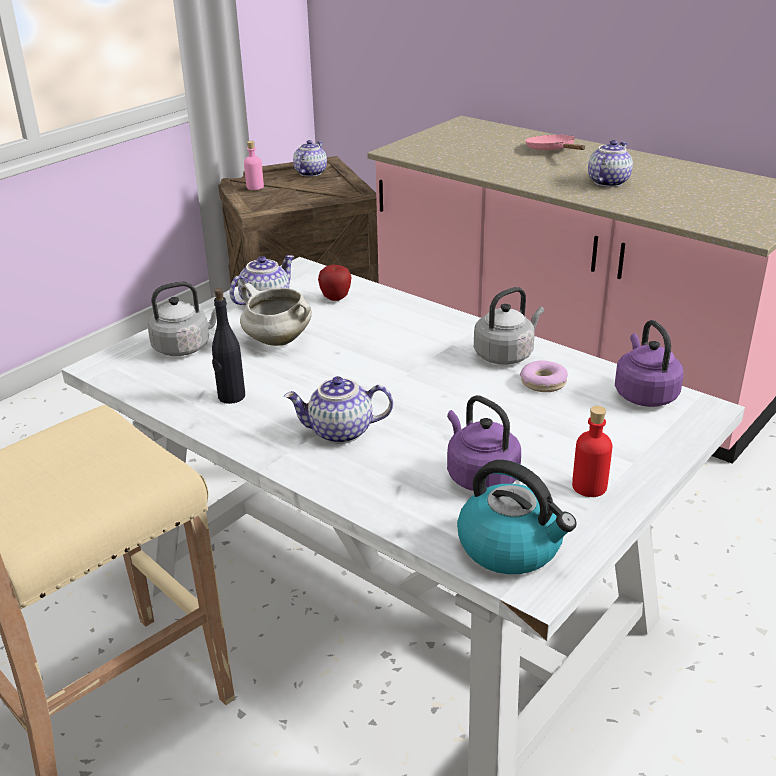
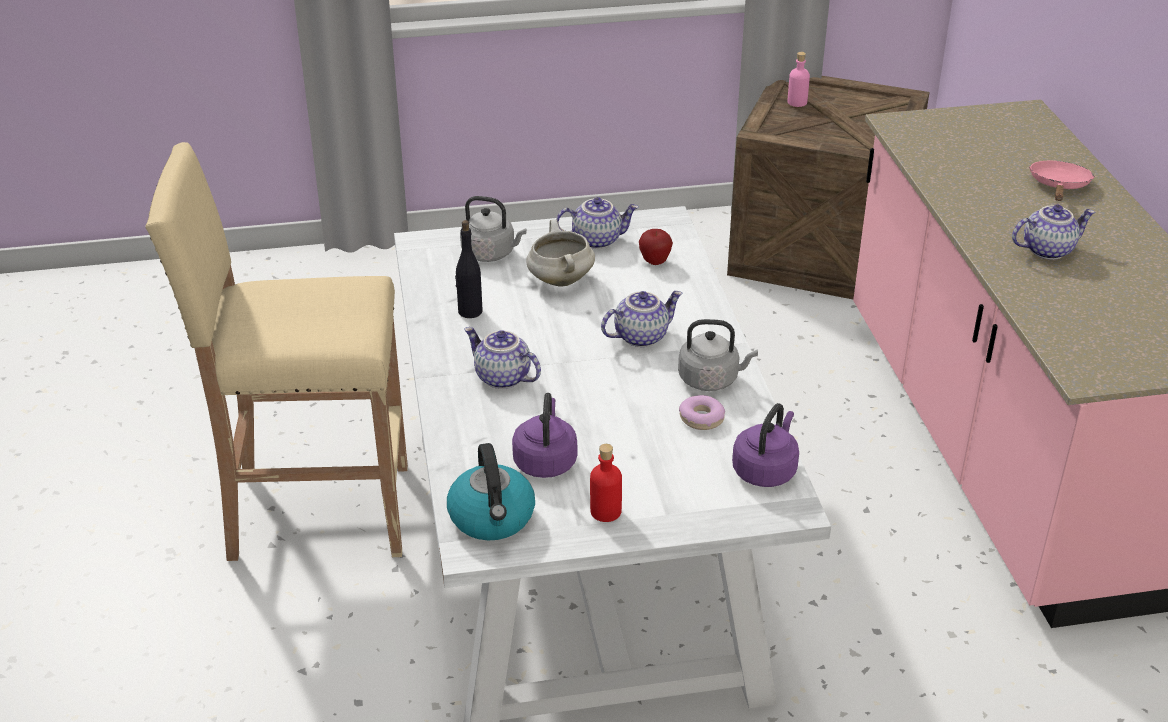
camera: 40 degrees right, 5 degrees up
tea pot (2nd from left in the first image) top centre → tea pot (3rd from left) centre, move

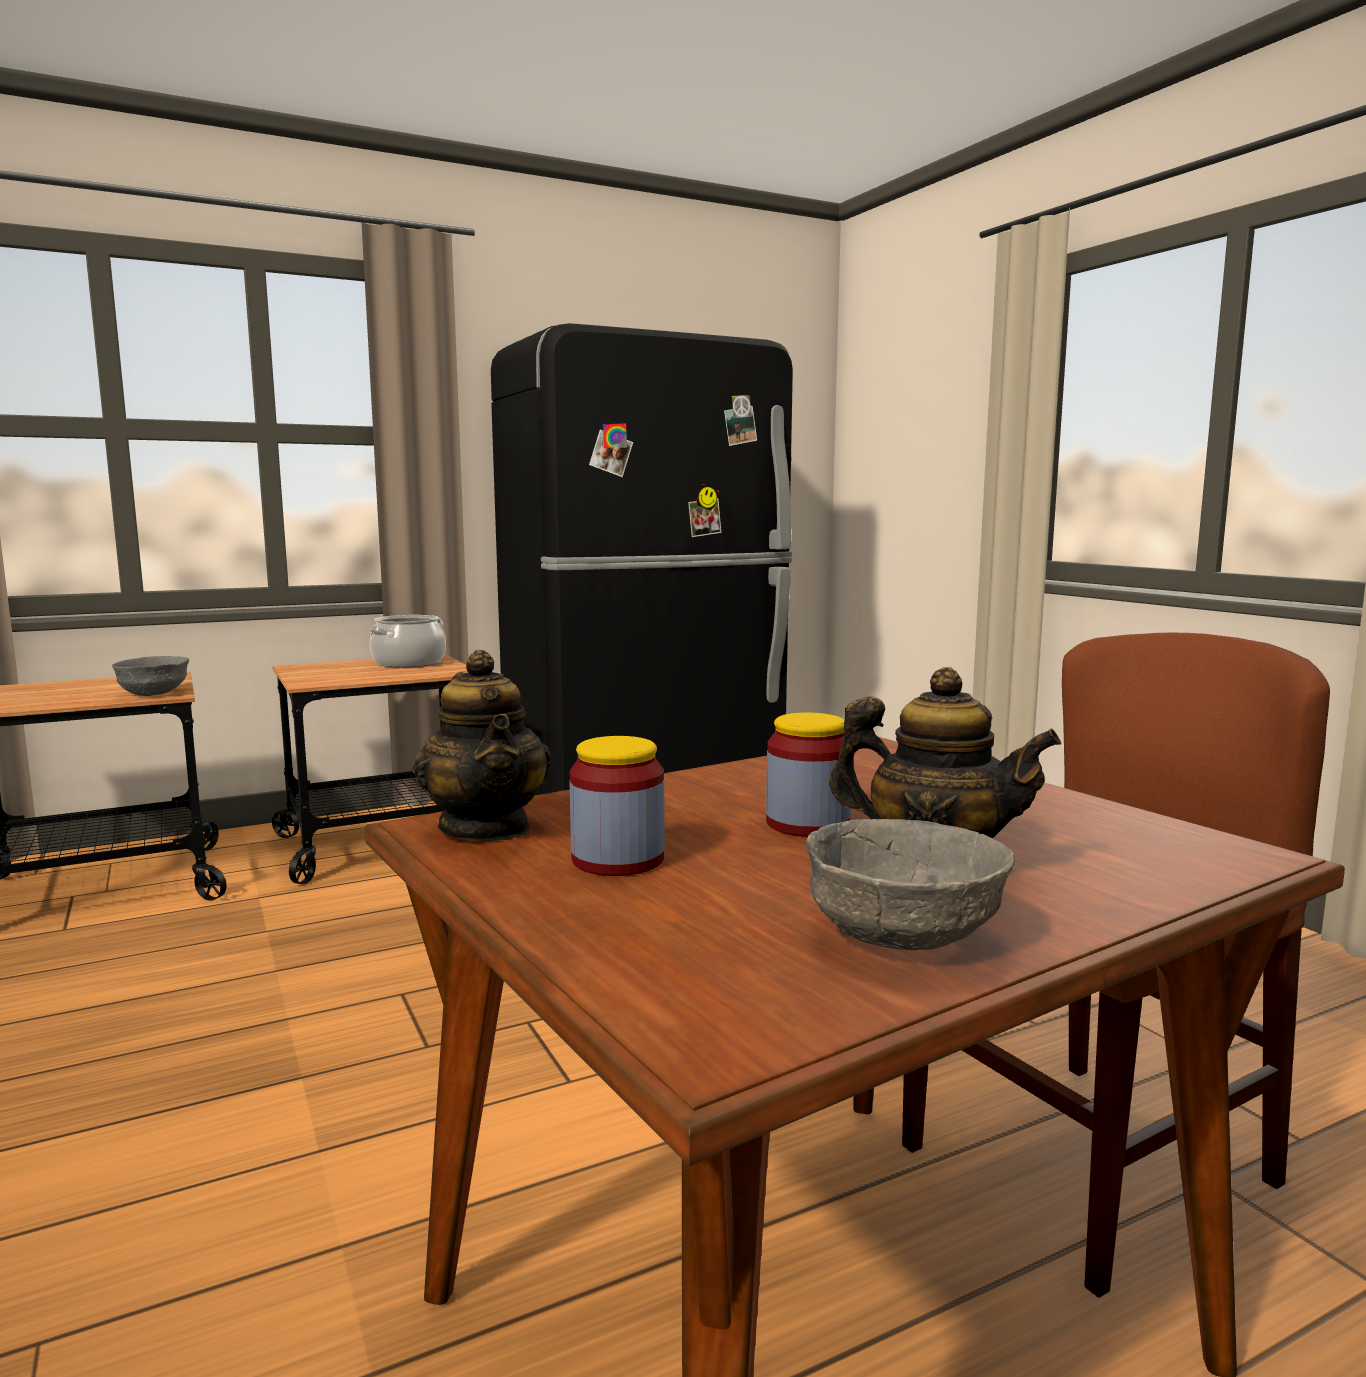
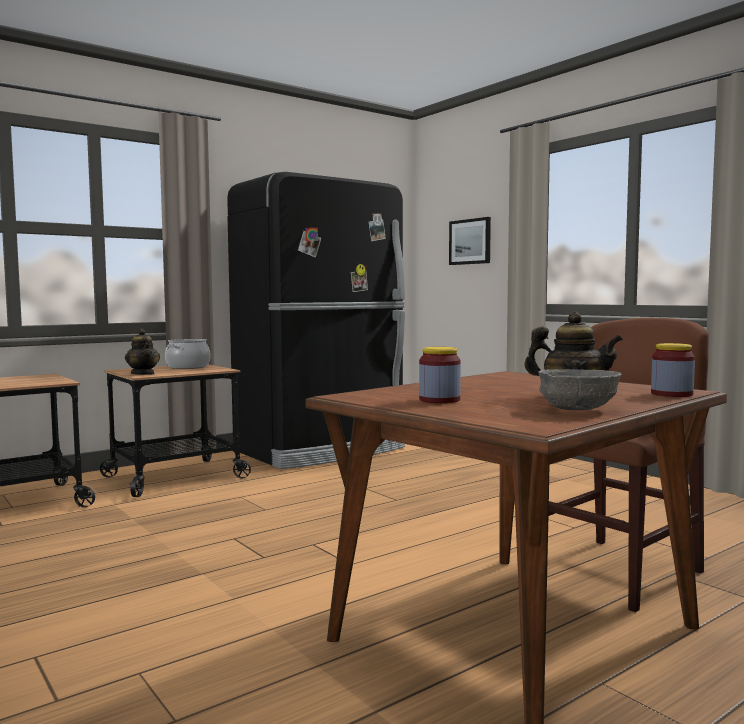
camera: 10 degrees left, 5 degrees down
serving bowl (grey) (1st from left) middle left → -
tea pot (1st from left) centre → tea pot (1st from left) middle left, move
storage jar (2nd from left) centre → storage jar (2nd from left) middle right, move
- → wall art top centre

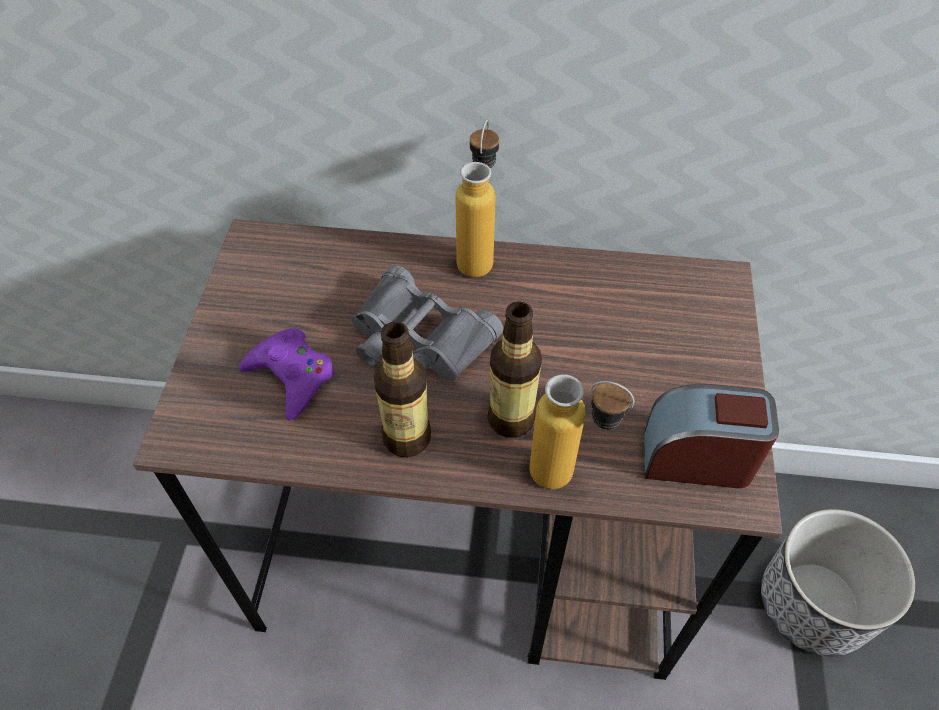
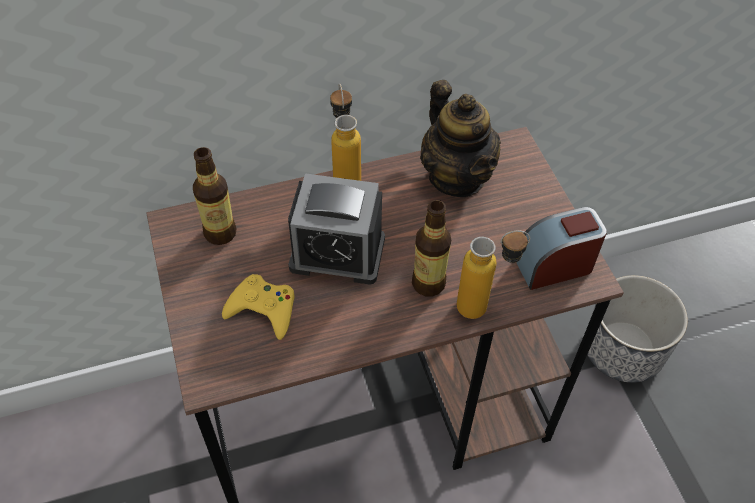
camera: 25 degrees left, 0 degrees up
joypad (purple-coloured) middle left → joypad (yellow) centre
pair of binoculars (grey) centre → table clock (1st from left) centre
drink bottle (1st from left) centre → drink bottle (1st from left) middle left, move
- → tea pot top centre

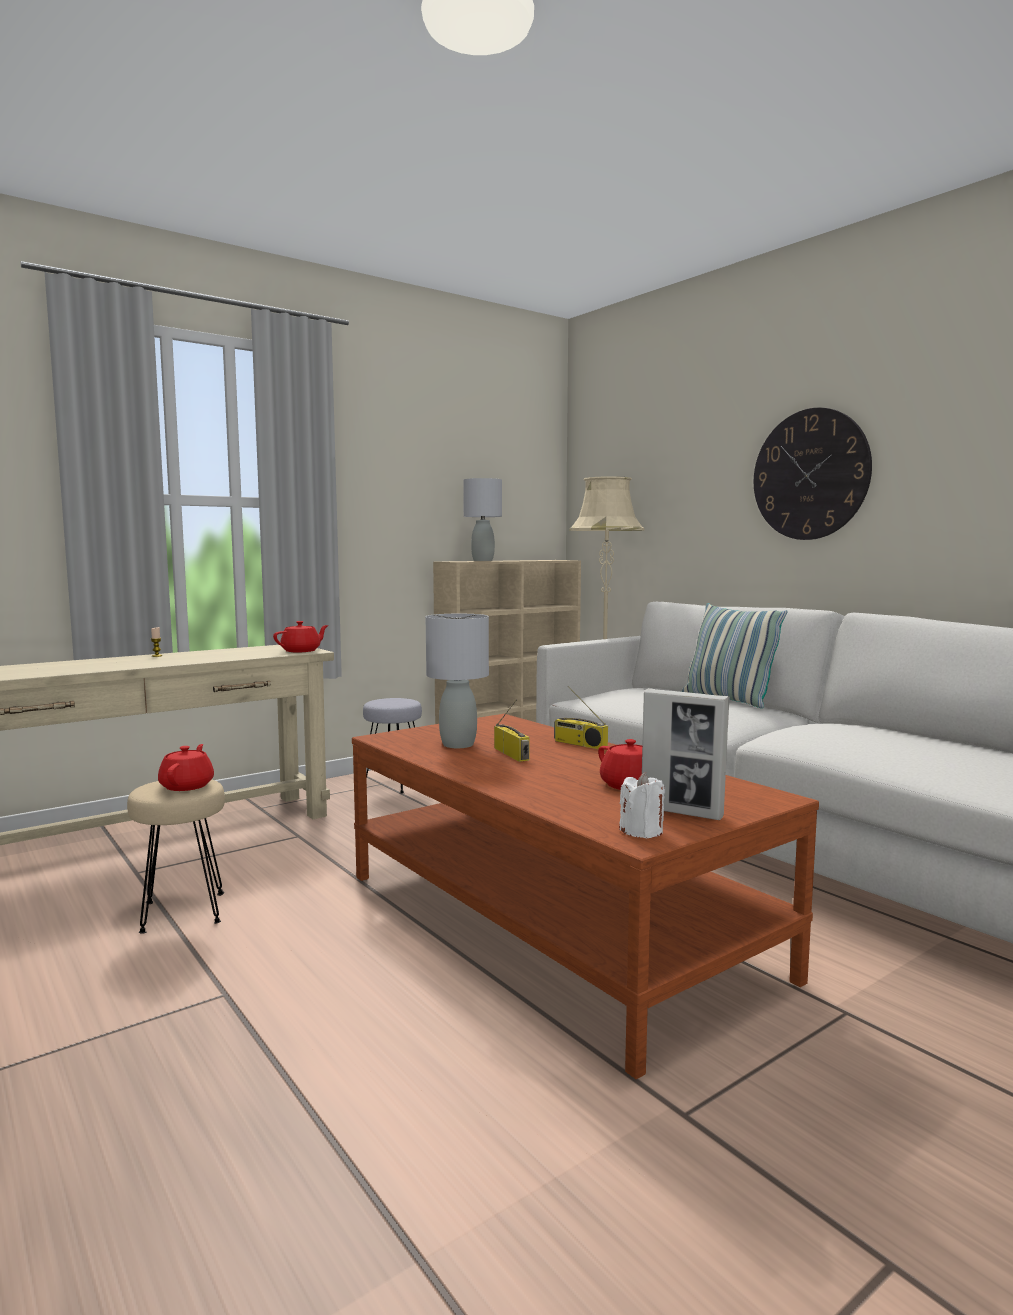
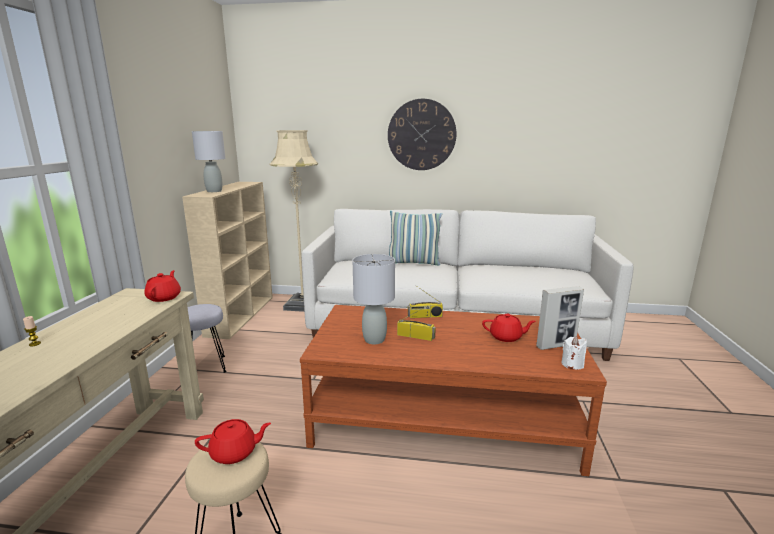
camera: 45 degrees left, 10 degrees up
tea pot (red) (1st from left in the first image) middle left → tea pot (red) (2nd from left) bottom left, 120 degrees clockwise

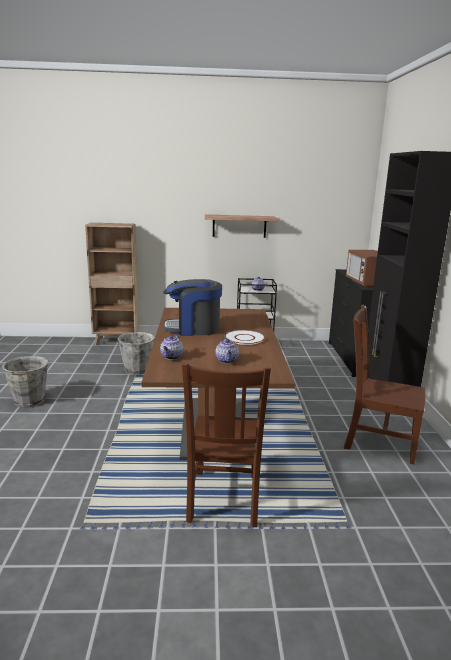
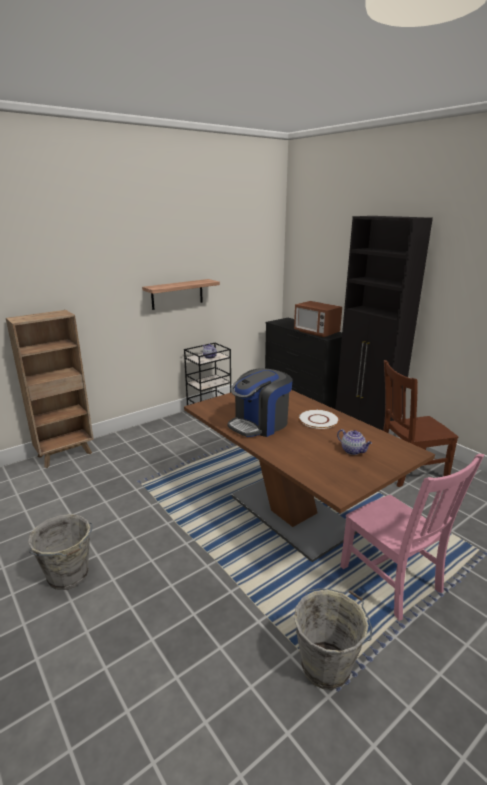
camera: 35 degrees left, 5 degrees up
bucket (grey) (2nd from left) middle left → bucket (grey) (2nd from left) bottom right, move
tea pot (1st from left) centre → -
plain chair (brown-coloured) (1st from left) bottom centre → plain chair (pink) bottom right

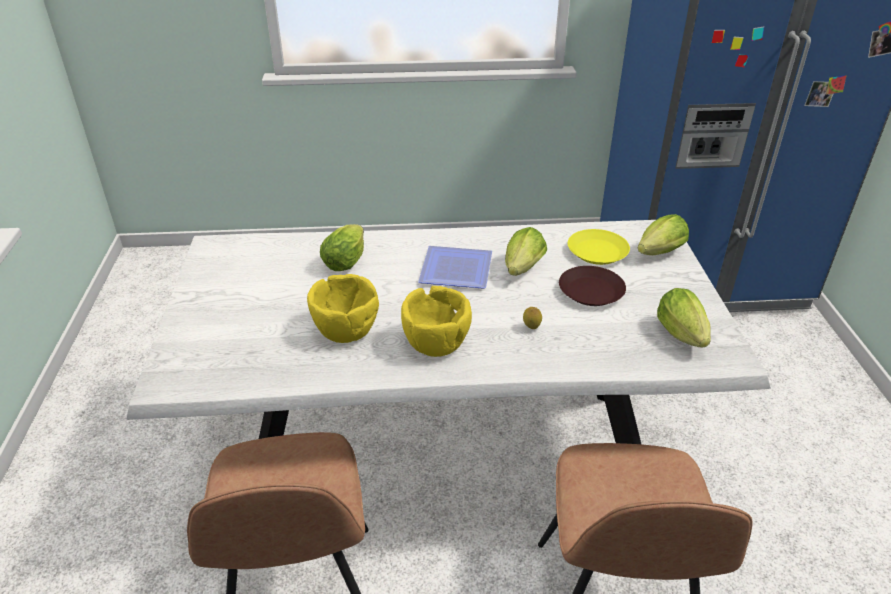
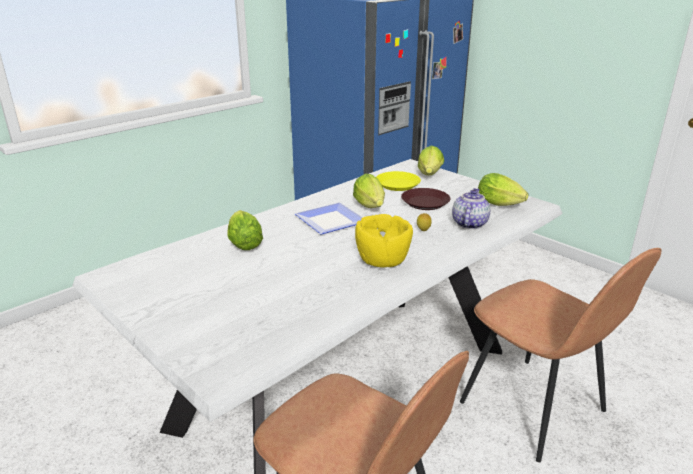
camera: 40 degrees left, 10 degrees down
serving bowl (yellow) (1st from left) centre → -
- → tea pot middle right

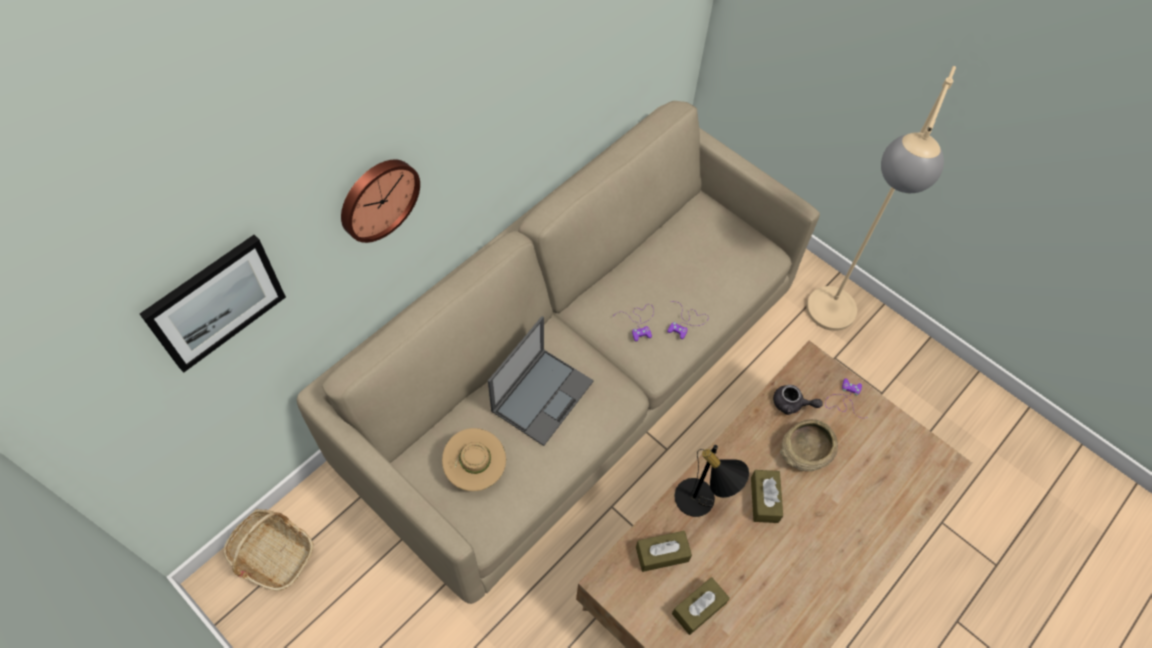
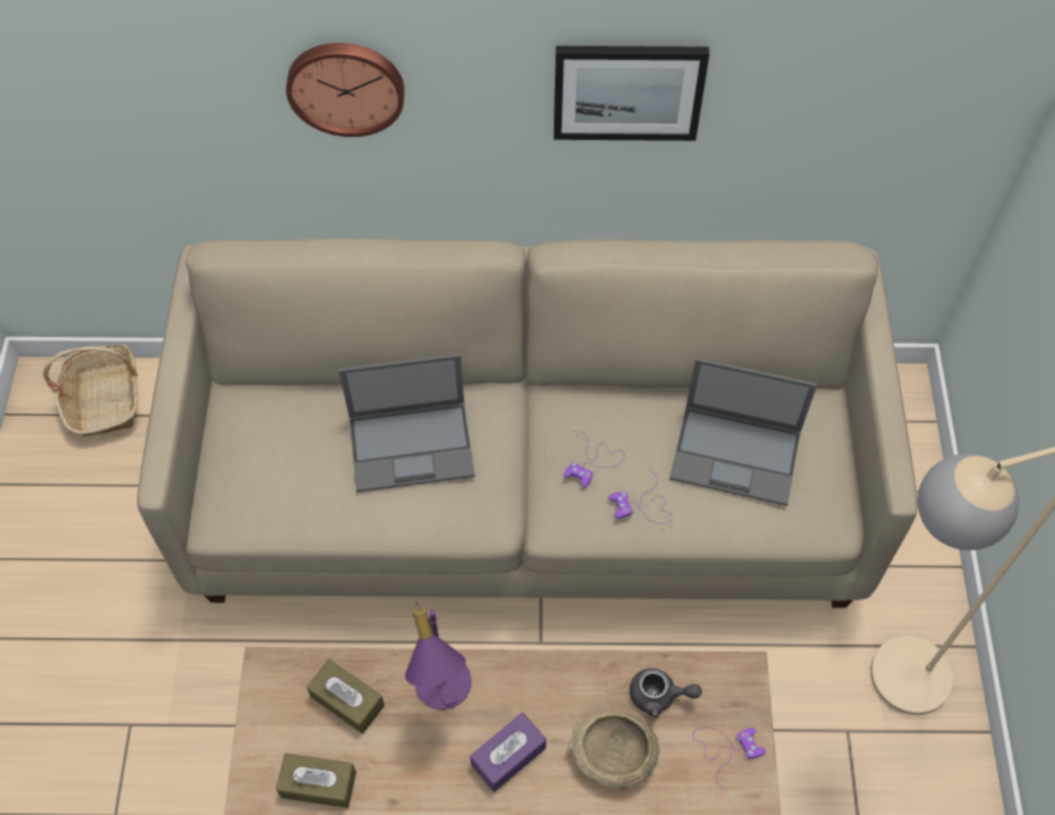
camera: 50 degrees right, 0 degrees up
wall art middle left → wall art top centre, move
hat (beige-coloured) bottom centre → -
tabletop lamp (black-coloured) bottom centre → tabletop lamp (purple-coloured) bottom centre
tissue box (brown-coloured) (3rd from left) bottom centre → tissue box (purple-coloured) bottom centre
tea pot (grey) middle right → tea pot (grey) bottom centre, 60 degrees counterclockwise
- → portable computer (2nd from left) middle right

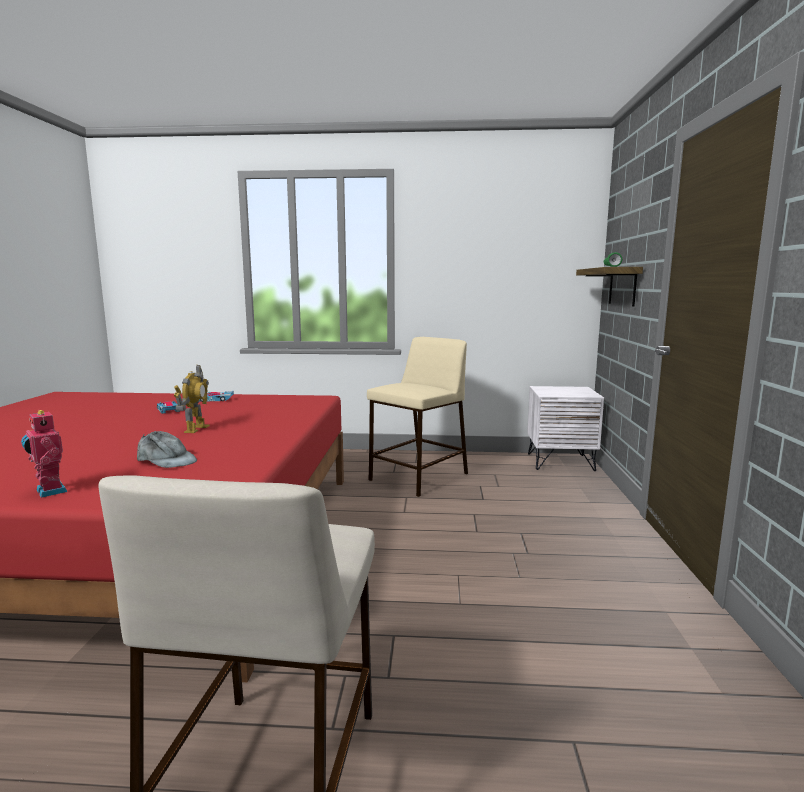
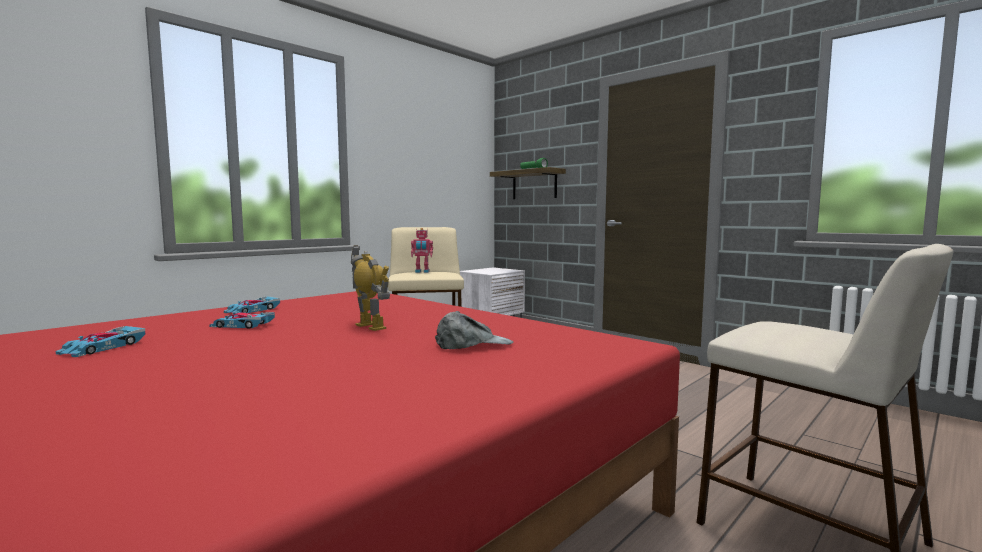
camera: 50 degrees left, 5 degrees down
toy robot (1st from left in the first image) middle left → toy robot (2nd from left) centre, move
- → miniature car (1st from left) middle left

